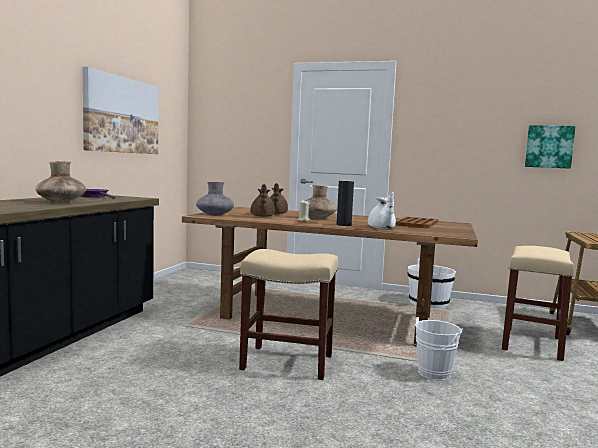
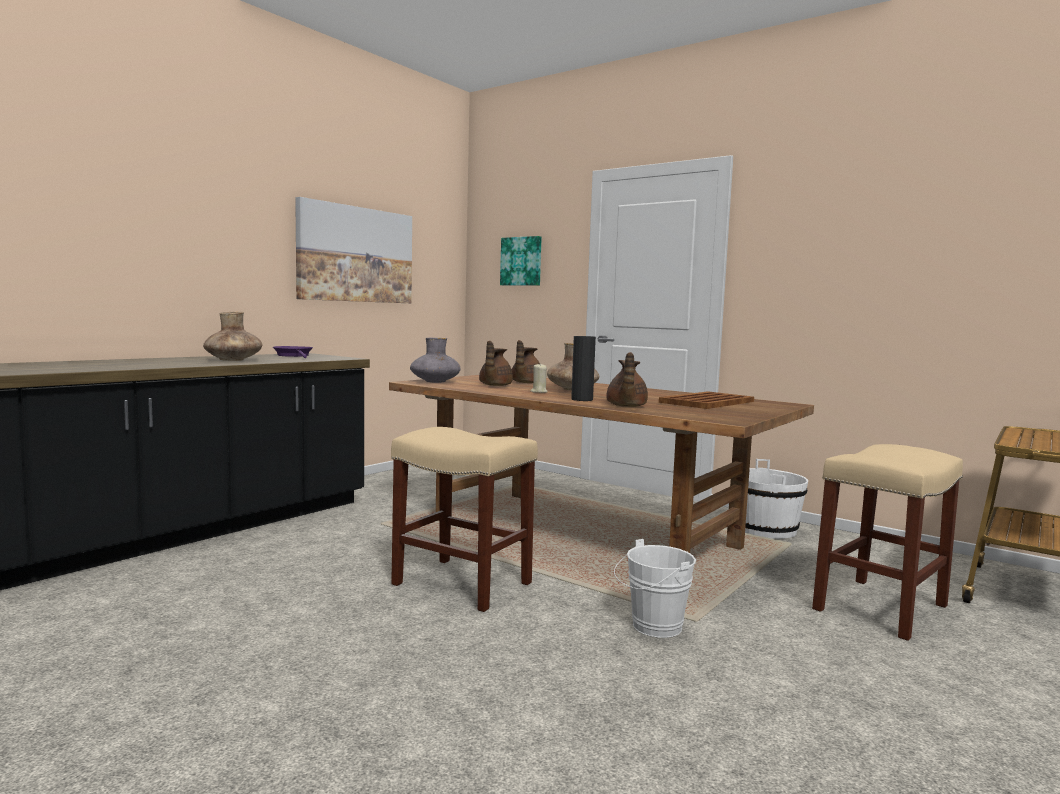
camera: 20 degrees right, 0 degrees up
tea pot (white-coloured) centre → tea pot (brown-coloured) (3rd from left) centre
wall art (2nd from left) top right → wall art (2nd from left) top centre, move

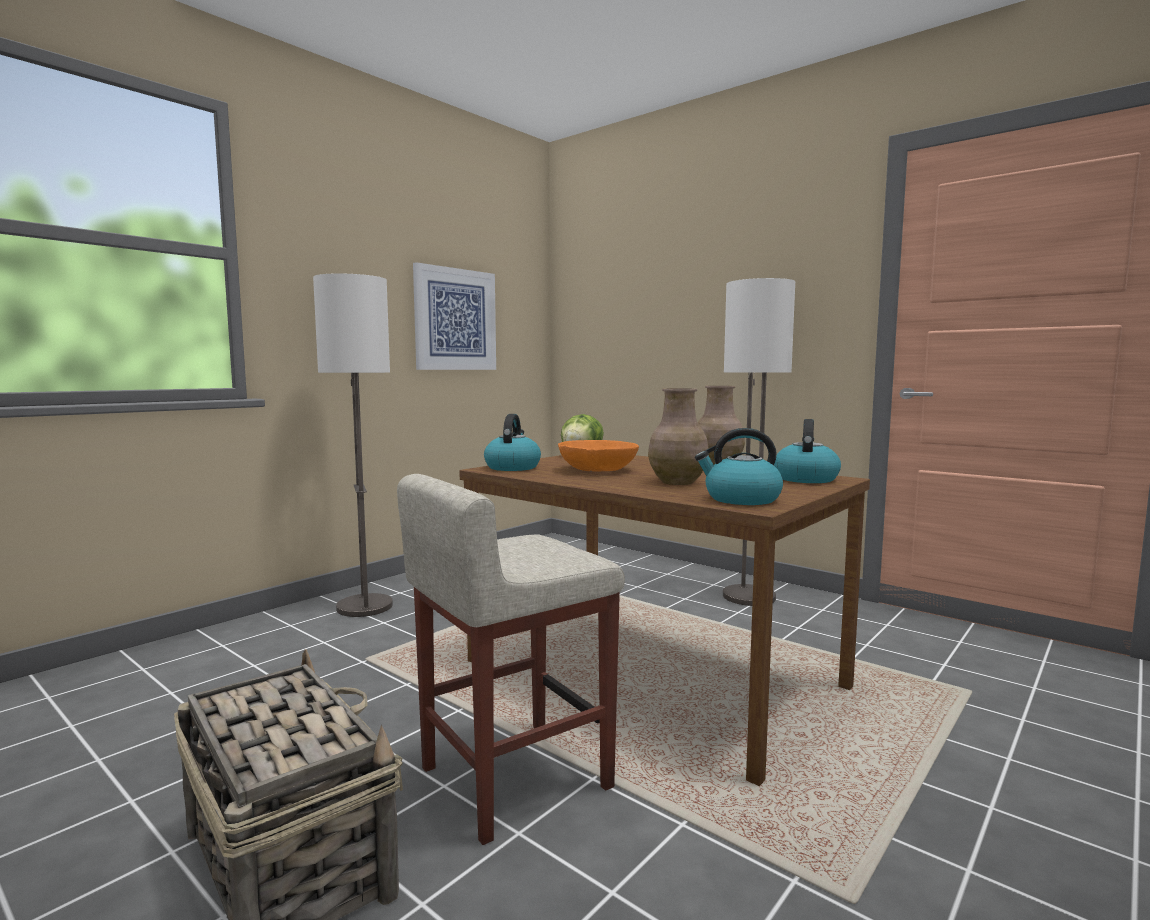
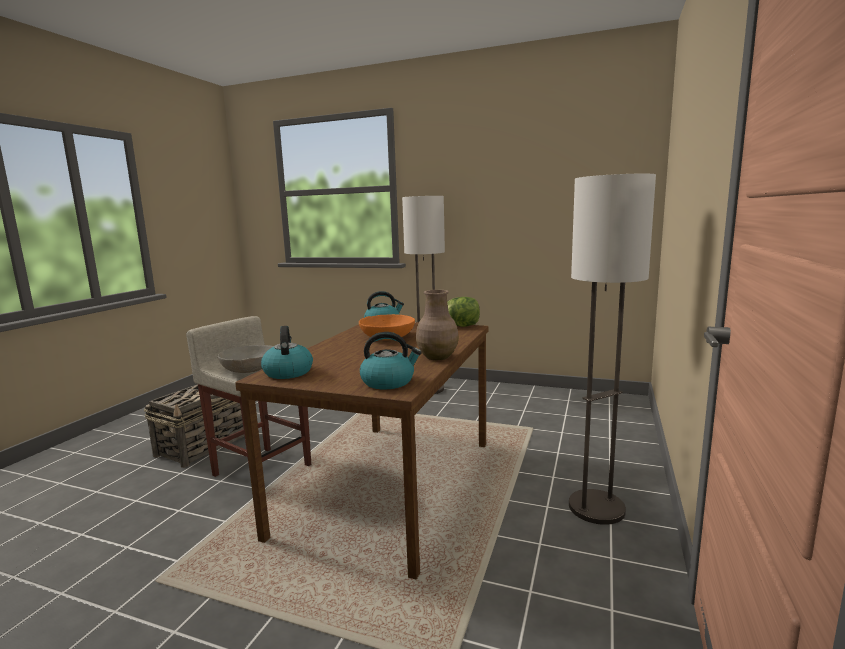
camera: 70 degrees right, 5 degrees up
wall art centre → -
flower vase (brown-coloured) (1st from left) centre → -
- → serving bowl (grey) middle left

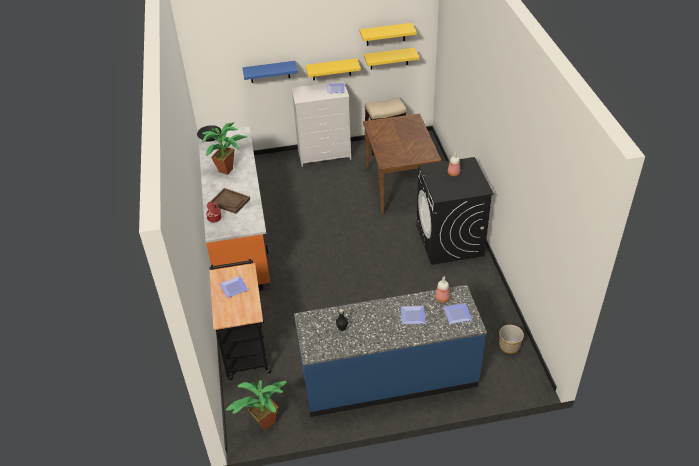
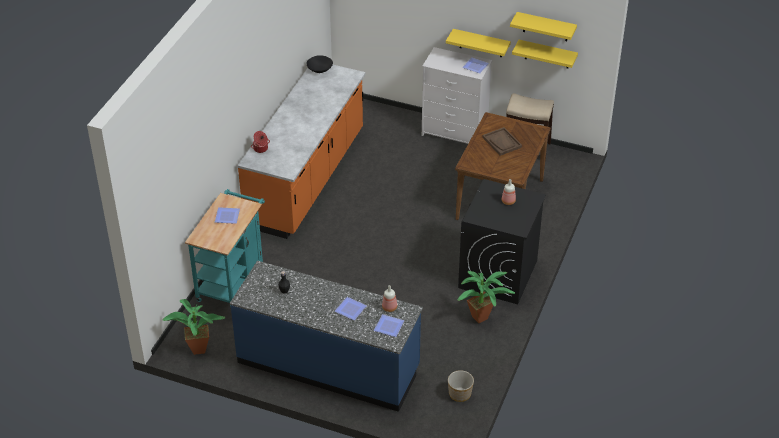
camera: 30 degrees right, 0 degrees up
houseplant (1st from left in the first image) top left → houseplant (2nd from left) bottom centre, move
cart (black-coloured) bottom centre → cart (turquoise-coloured) middle left
carrying tray (brown-coloured) middle left → carrying tray (brown-coloured) top centre, move
wall shelf (bluish) top centre → -

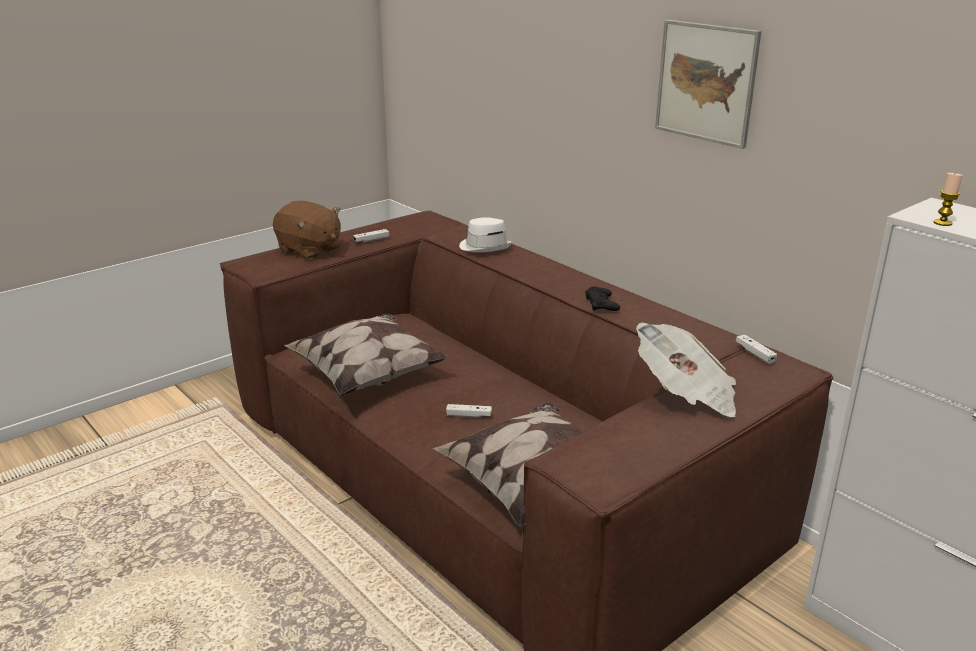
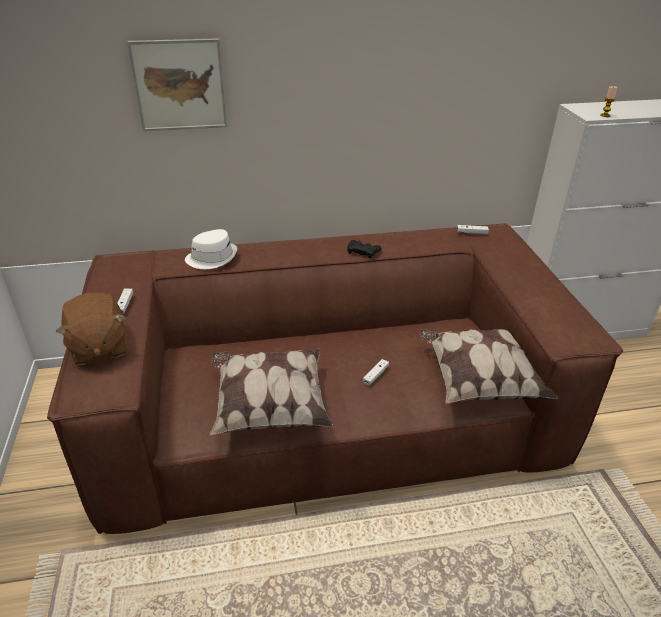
camera: 60 degrees left, 10 degrees up
cuddly toy (brown-coloured) middle left, 90 degrees clockwise
daily paper middle right → -
wall art top right → wall art top left, move

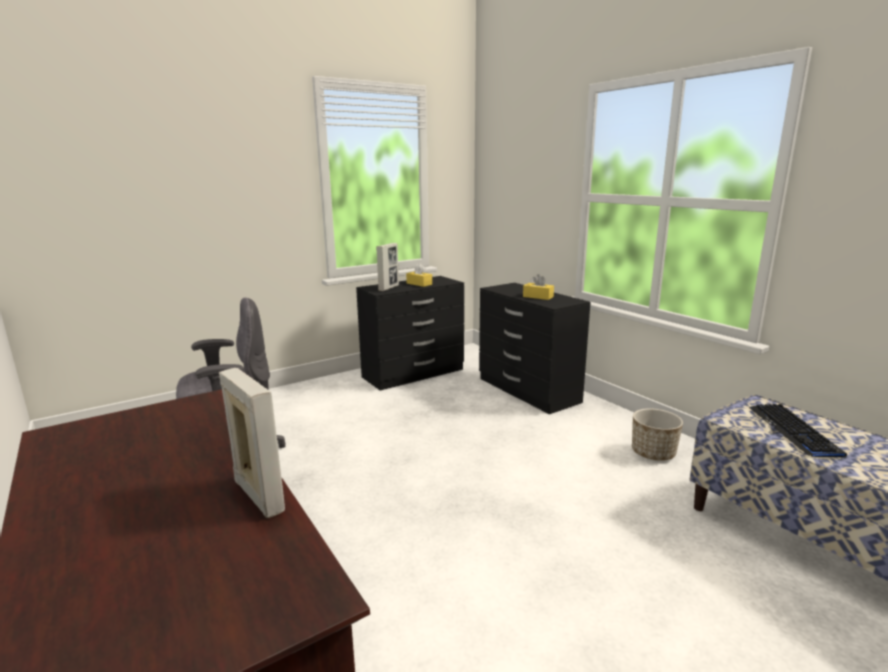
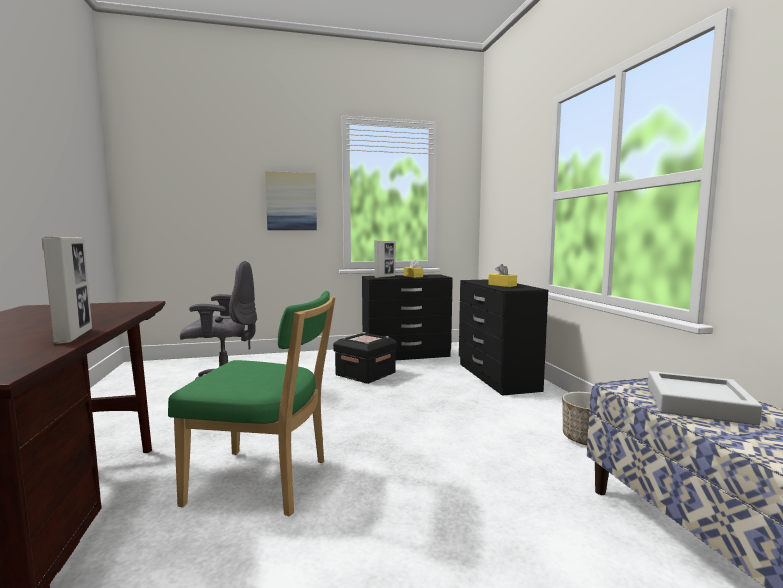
camera: 20 degrees right, 10 degrees down
keyboard middle right → carrying tray (grey) bottom right
- → plain chair (green-coloured) bottom left
- → wall art centre
- → storage box (black-coloured) centre

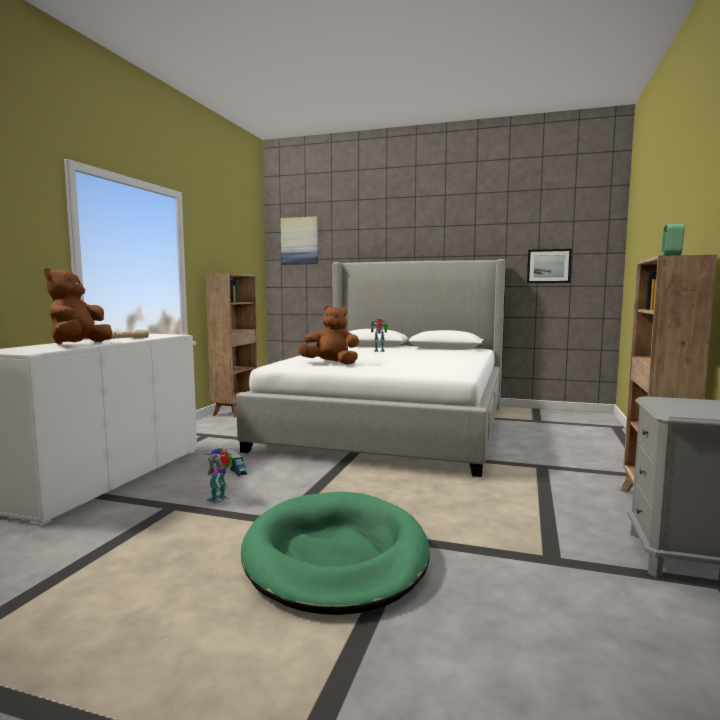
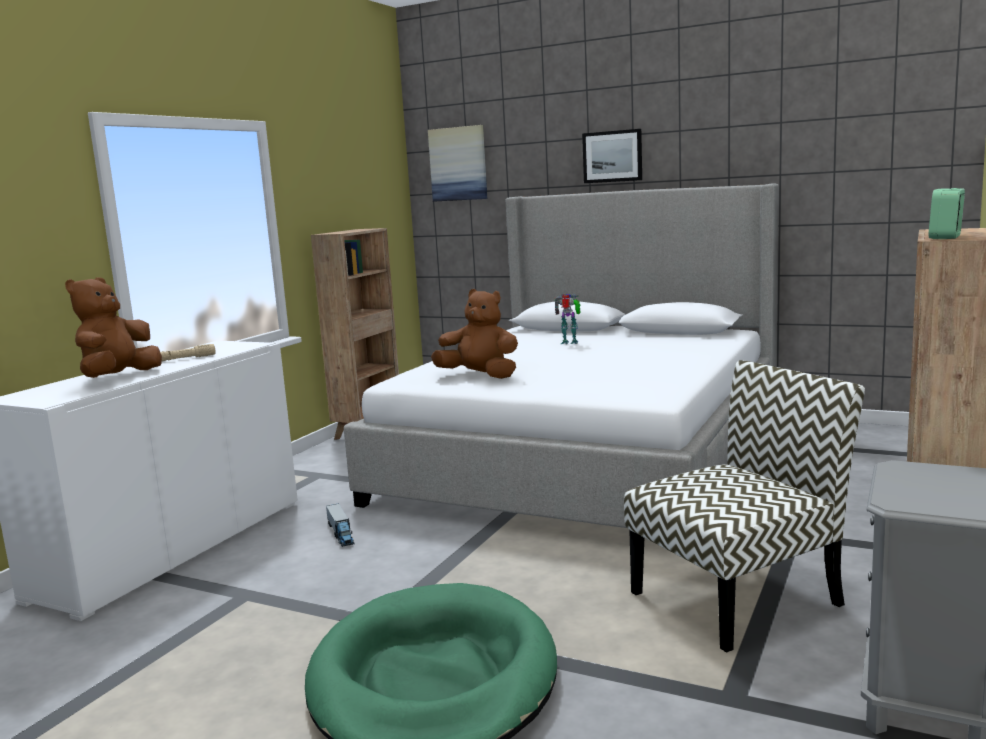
camera: 10 degrees right, 5 degrees up
toy robot (1st from left) middle left → -
wall art (2nd from left) middle right → wall art (2nd from left) top centre, move
- → plain chair bottom right

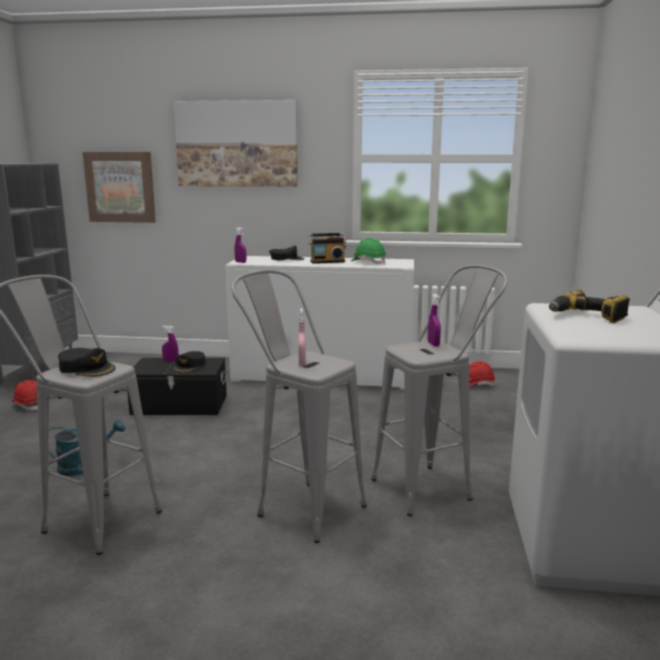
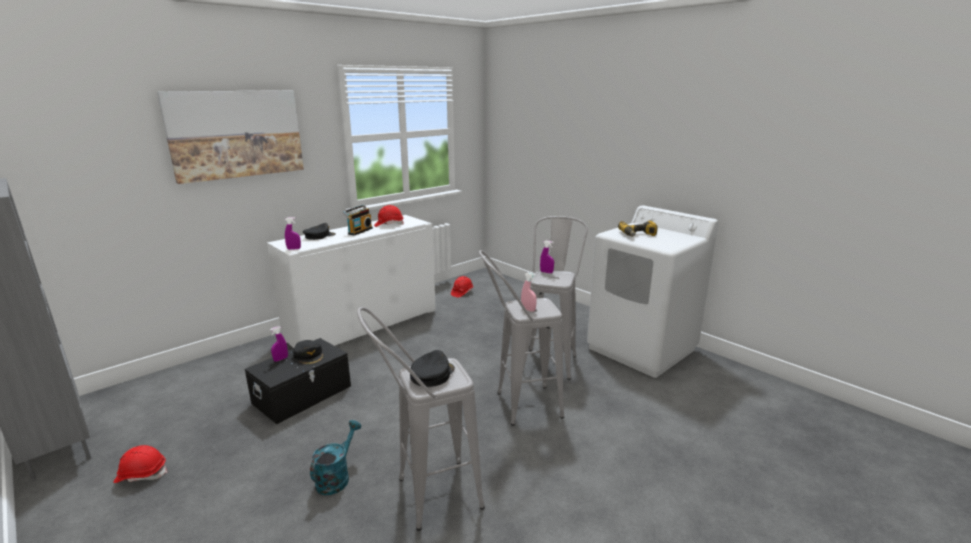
camera: 50 degrees left, 5 degrees up
cap (black-coloured) (1st from left in the first image) middle left → cap (black-coloured) (3rd from left) bottom centre, 45 degrees counterclockwise
wall art (1st from left) top left → -
safety helmet (green-coloured) centre → safety helmet (red) (2nd from left) centre

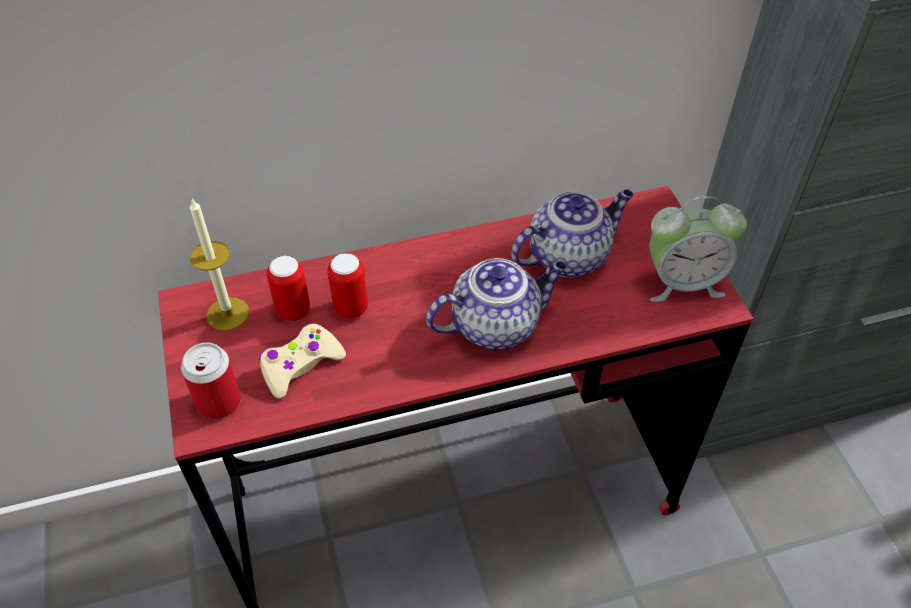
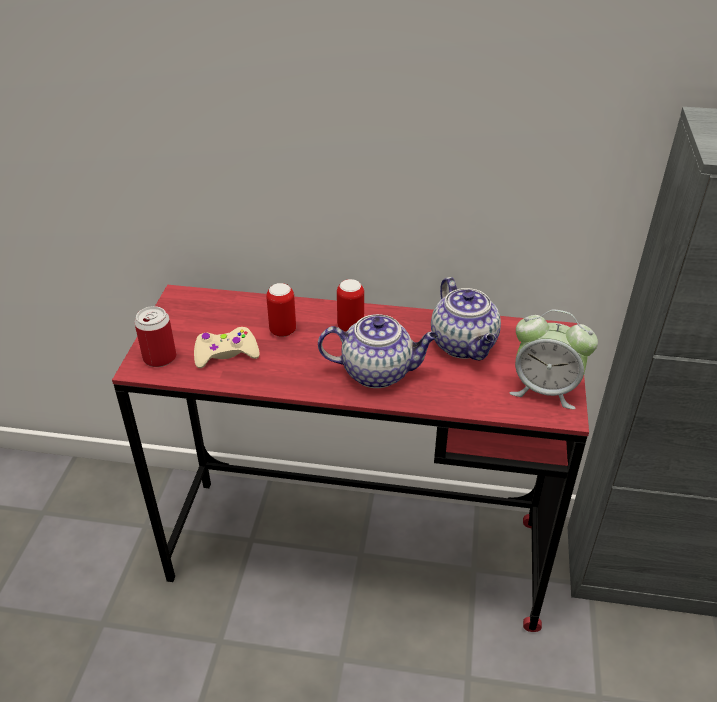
camera: 25 degrees right, 10 degrees down
wax candle middle left → -
metal can (2nd from left in the first image) middle left → metal can (3rd from left) centre, move
tea pot (2nd from left) centre, 75 degrees clockwise

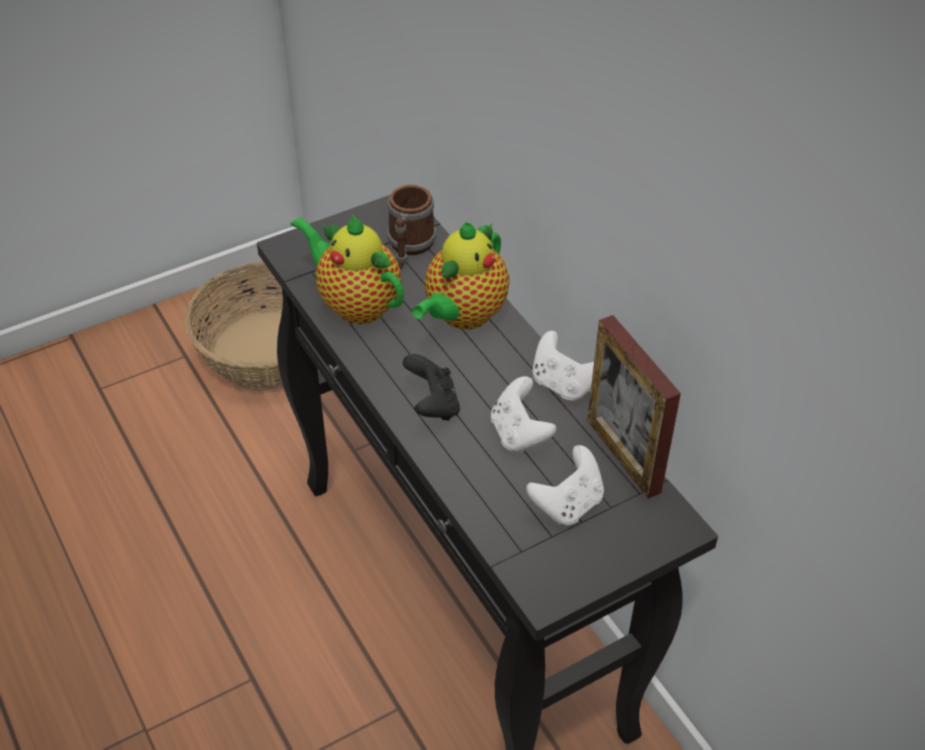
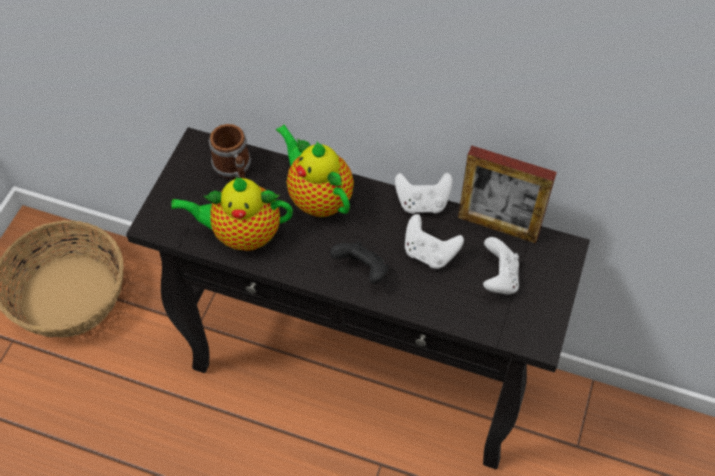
camera: 40 degrees left, 10 degrees up
tea pot (2nd from left) centre, 150 degrees clockwise

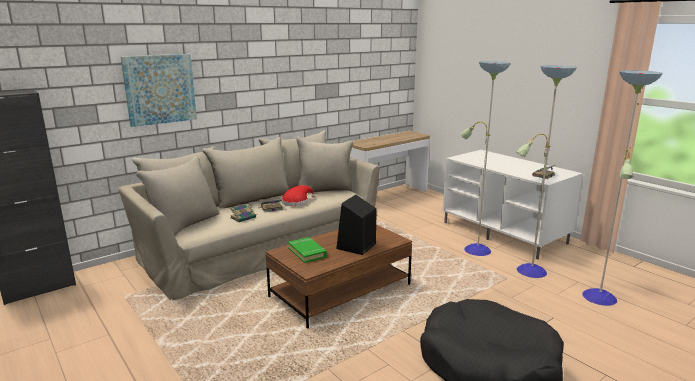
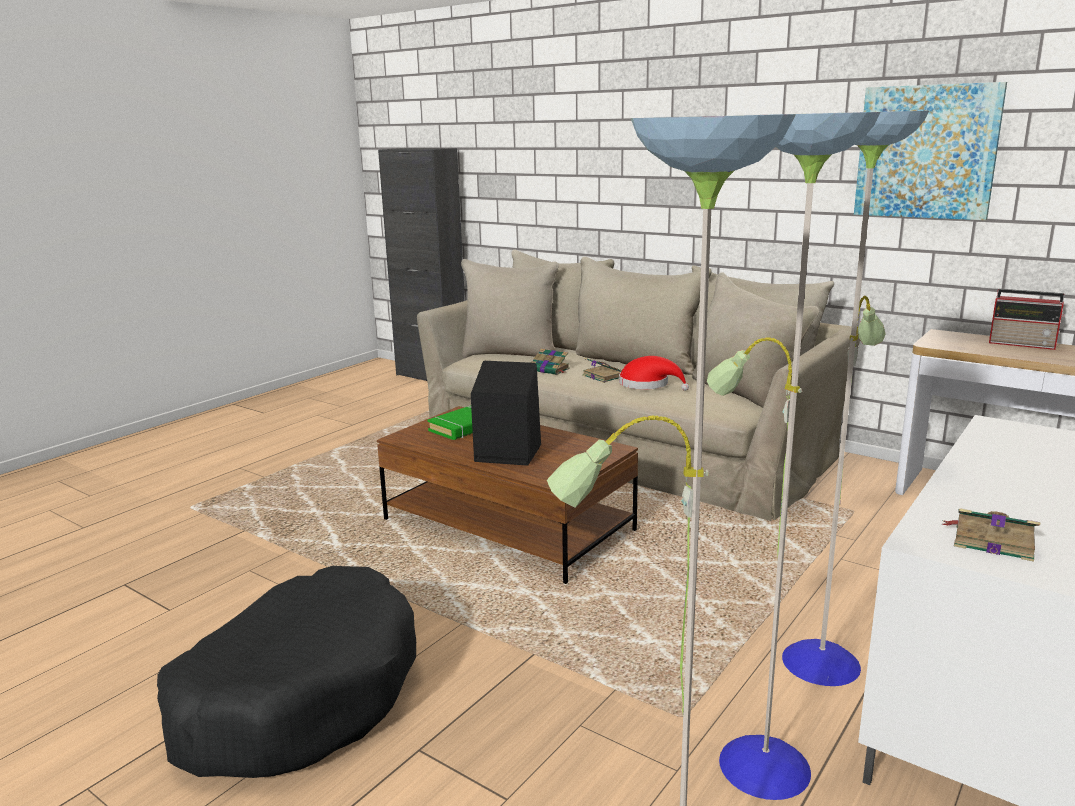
camera: 75 degrees right, 0 degrees up
wall art top left → wall art top right, move
- → radio set middle right

